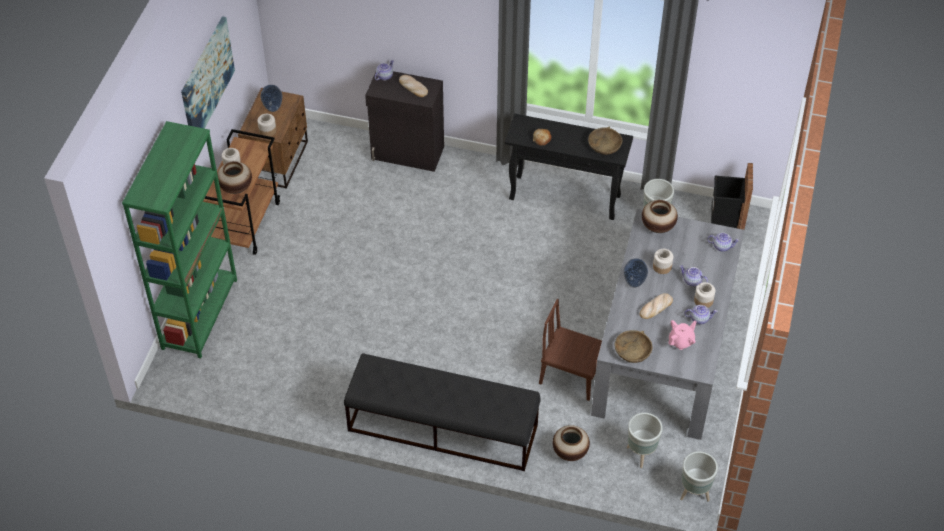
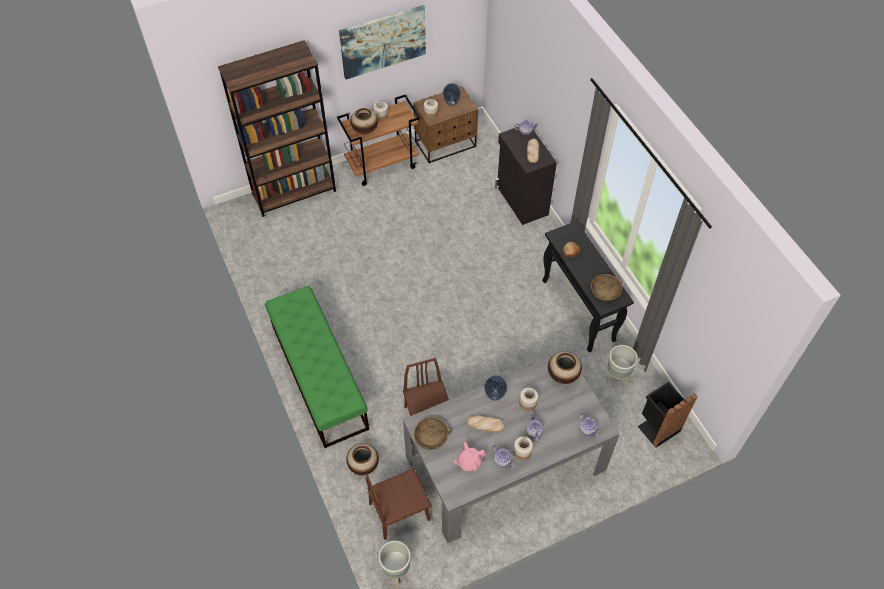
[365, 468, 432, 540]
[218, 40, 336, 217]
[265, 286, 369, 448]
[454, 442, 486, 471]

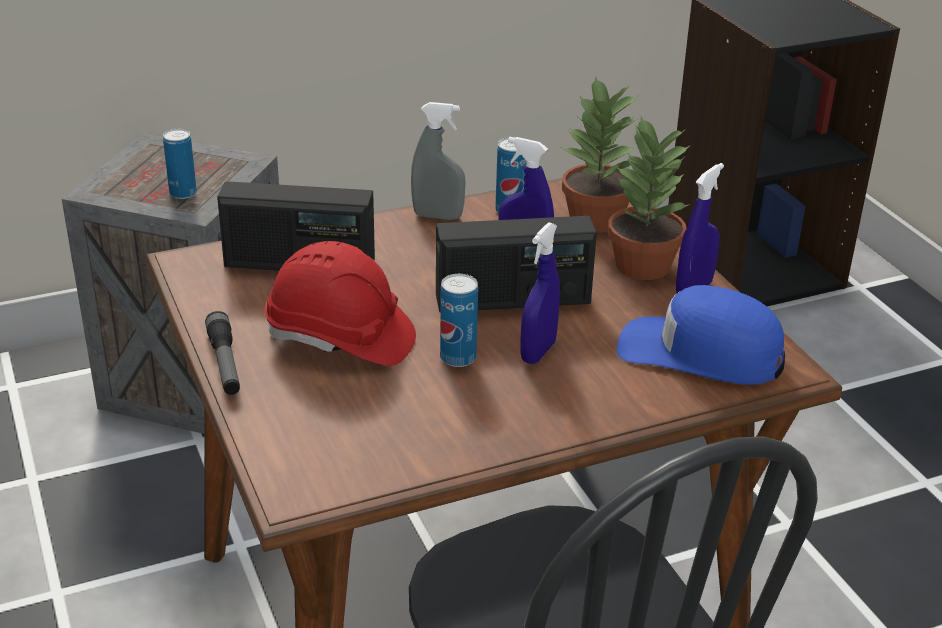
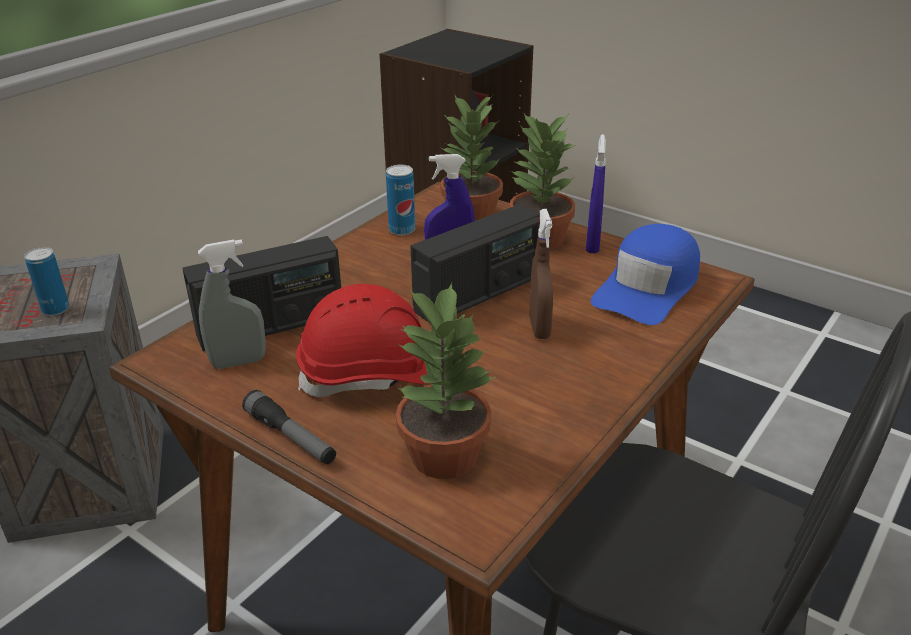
[440, 274, 478, 367] (first image)
[396, 283, 496, 479]
[198, 239, 266, 369]
[529, 209, 553, 339]
[591, 224, 700, 325]

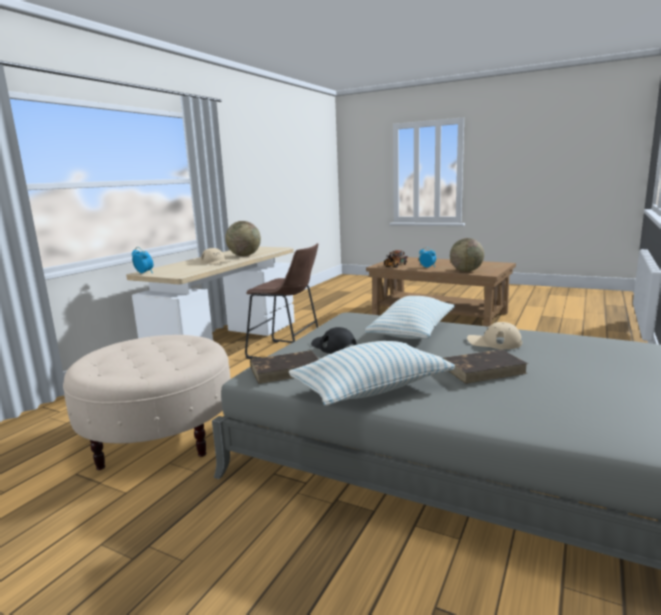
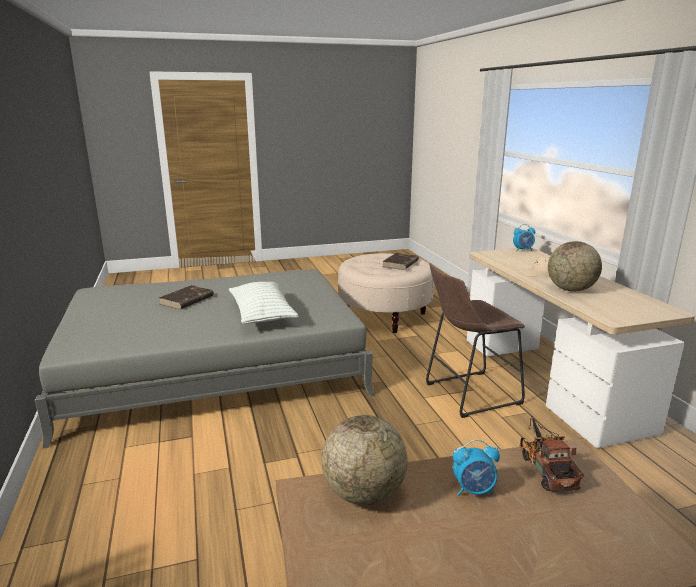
[289, 341, 455, 406] (first image)
[311, 327, 356, 354] (first image)
[467, 322, 522, 349] (first image)
[382, 253, 419, 270]

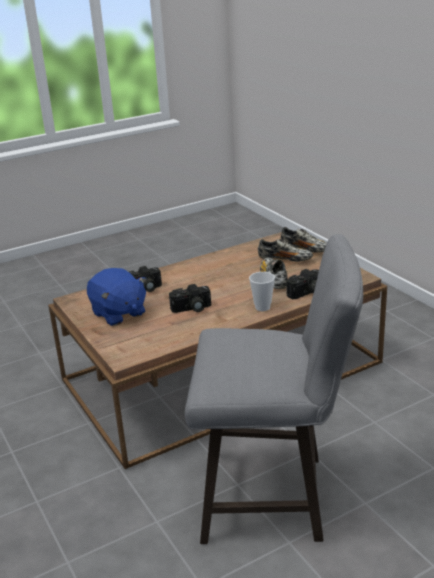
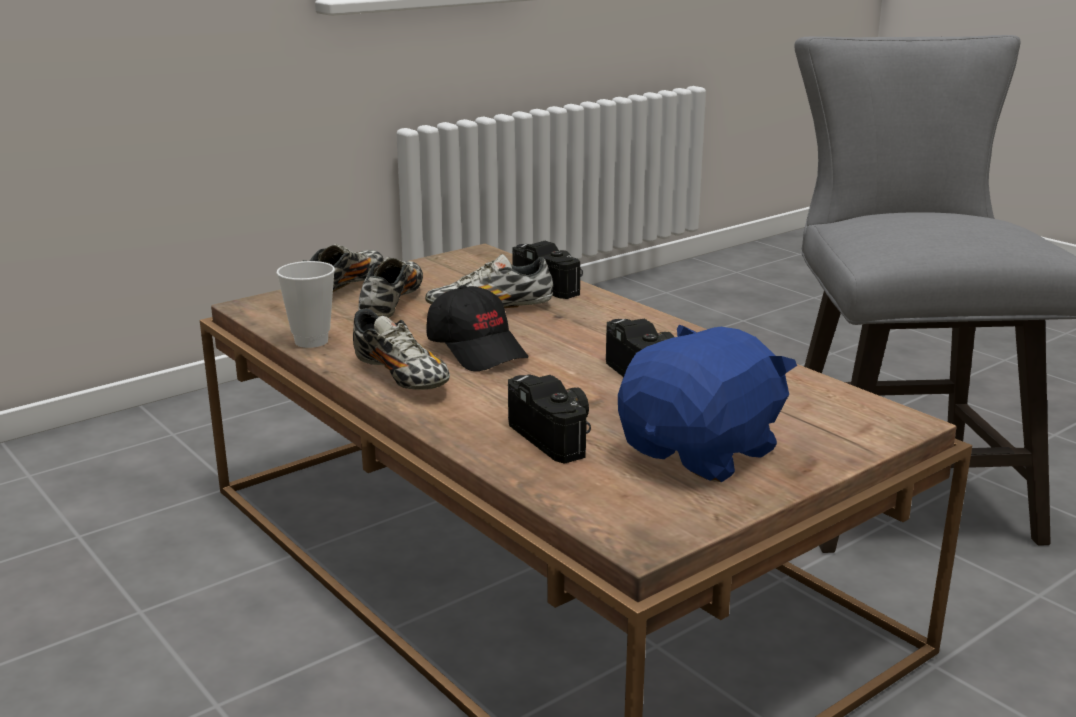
[353, 308, 450, 390]
[427, 285, 529, 371]
[277, 261, 335, 348]

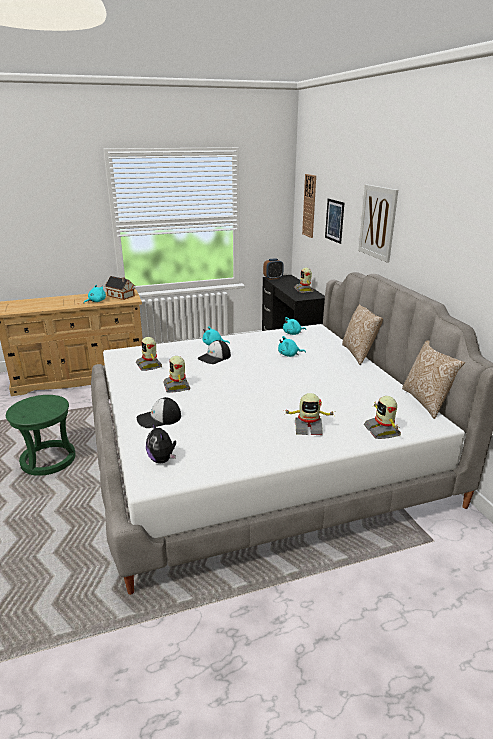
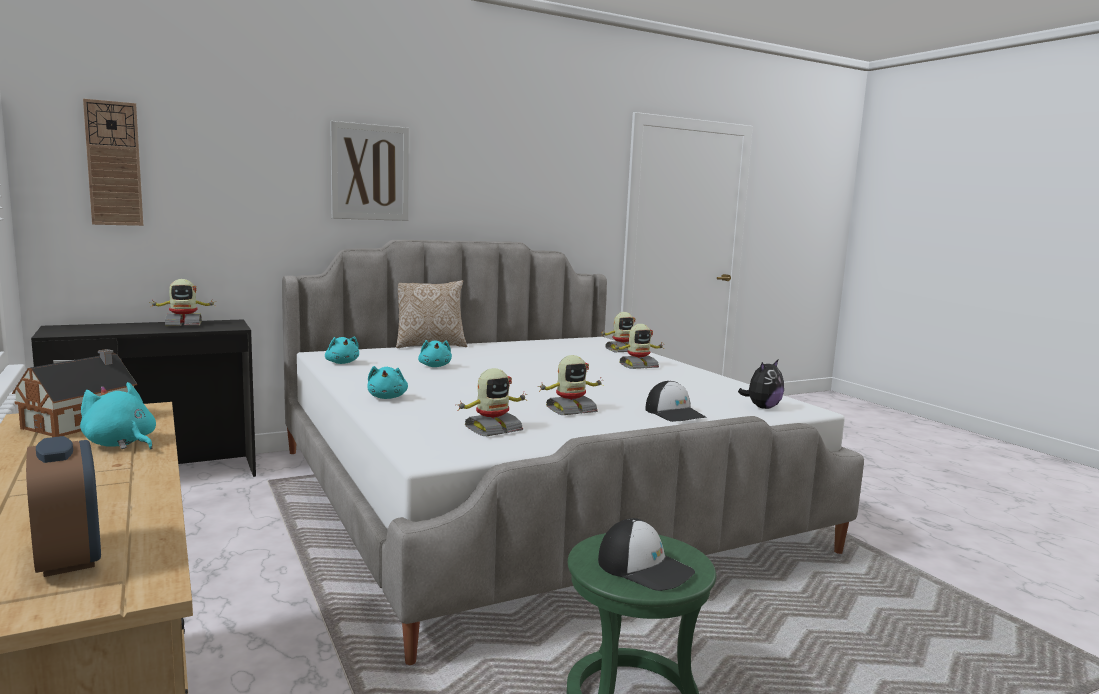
[325, 199, 344, 244] (first image)
[402, 341, 465, 419] (first image)
[598, 518, 695, 591]
[26, 436, 101, 577]
[613, 324, 665, 369]

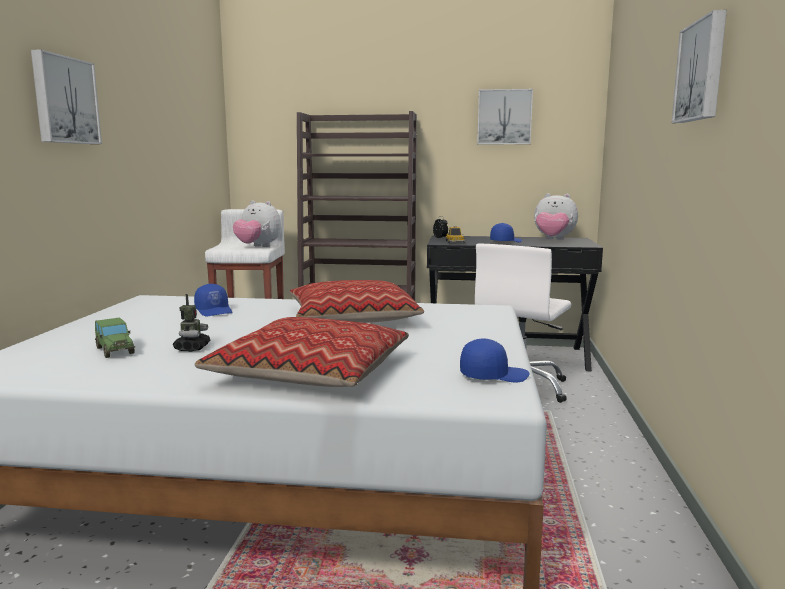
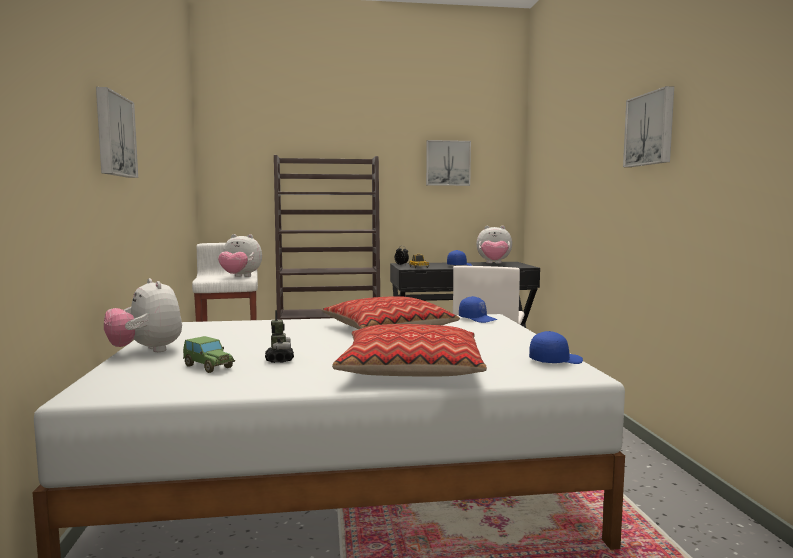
[104, 278, 182, 352]
[459, 296, 497, 323]

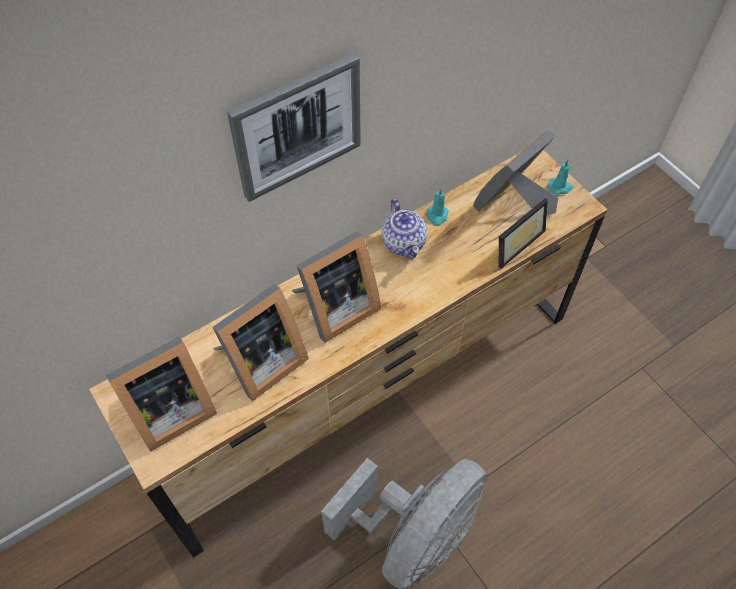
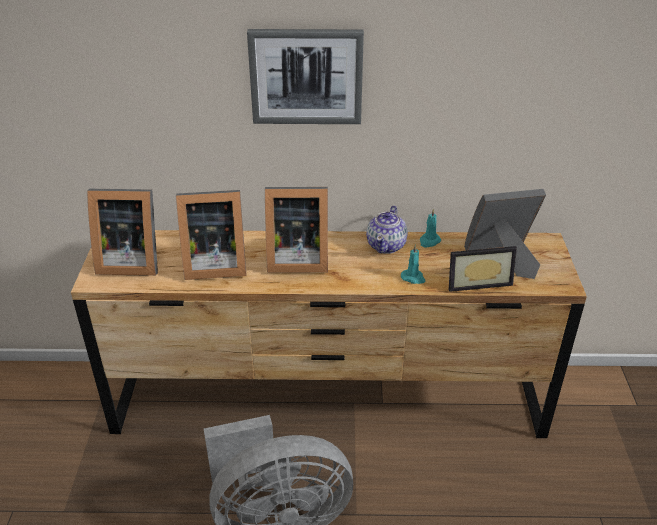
[401, 244, 425, 284]

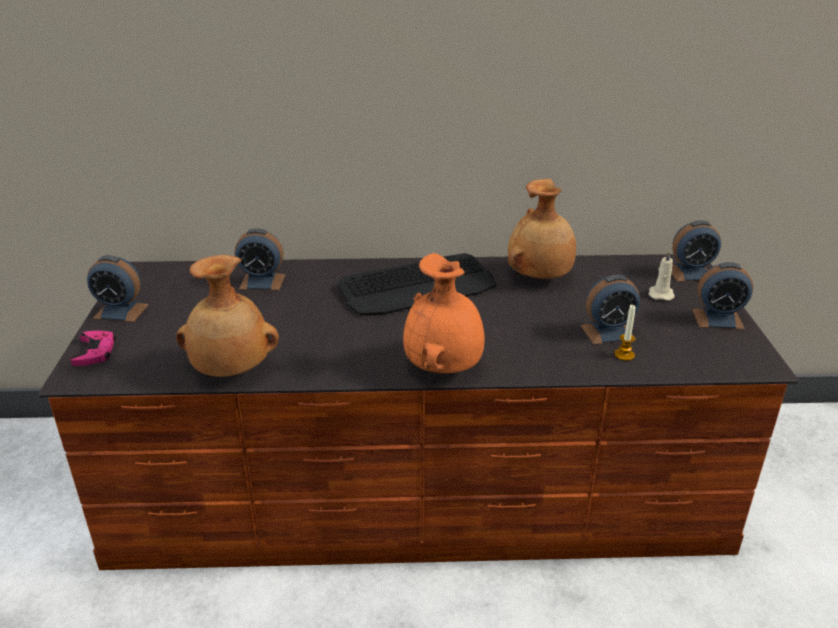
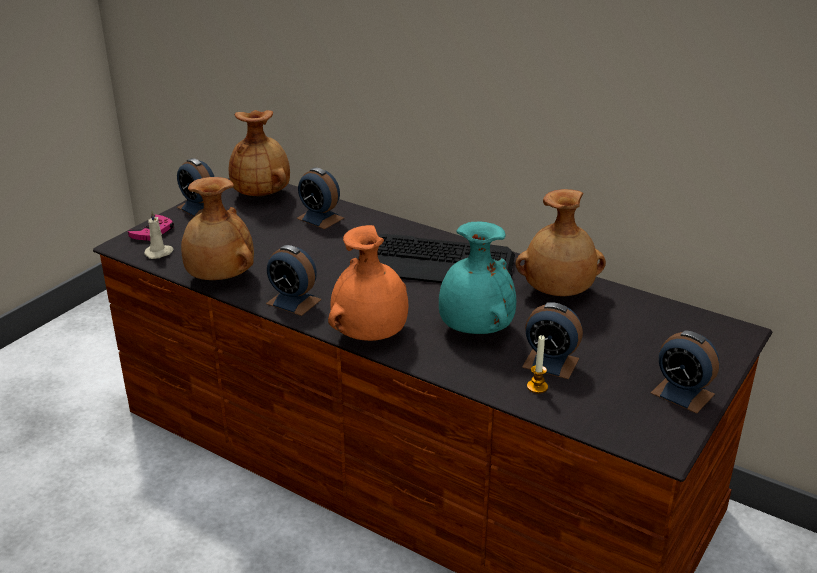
[229, 110, 290, 196]
[439, 221, 516, 334]
[144, 211, 174, 259]
[266, 245, 322, 316]

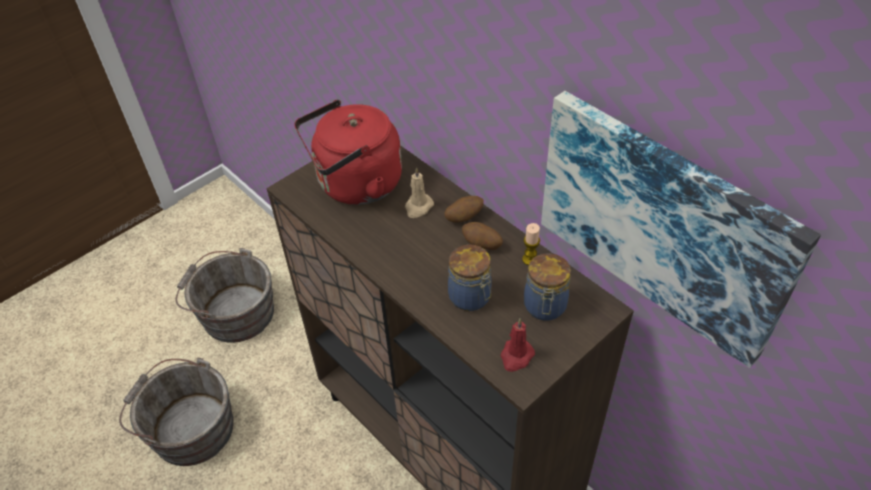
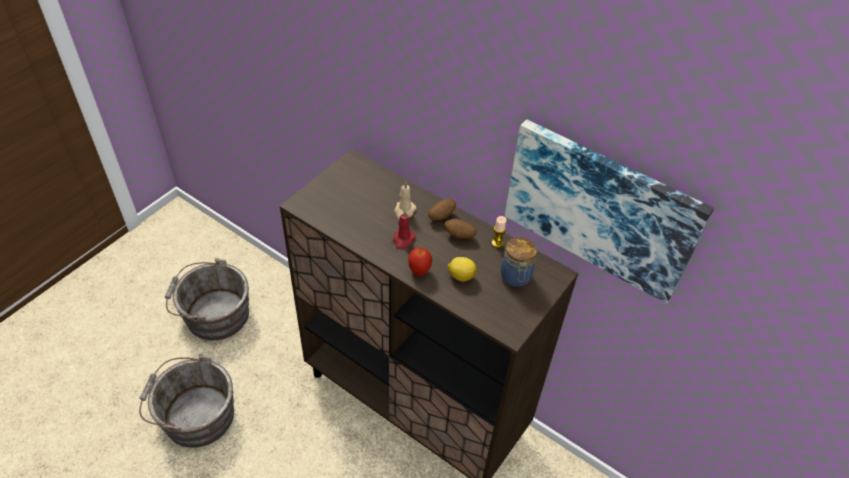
[294, 100, 402, 205] (first image)
[408, 247, 432, 276]
[393, 210, 416, 249]
[448, 257, 477, 282]

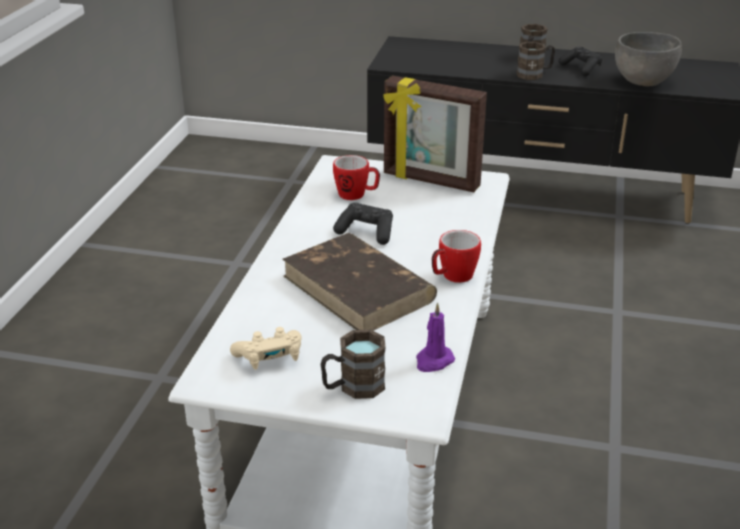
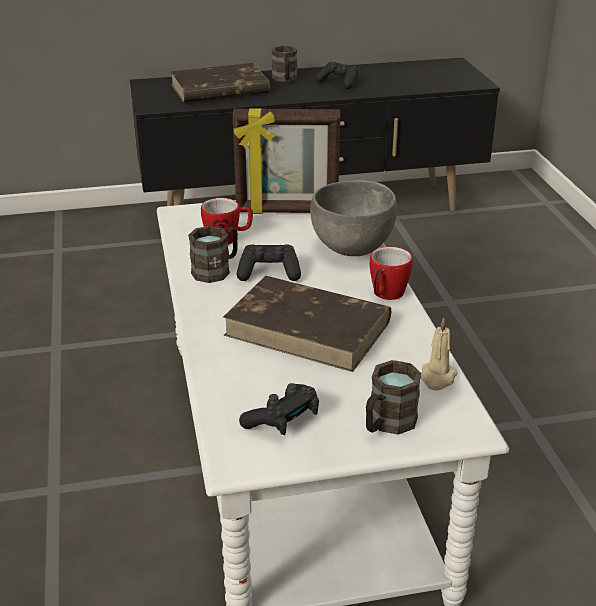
[170, 63, 270, 102]
[188, 226, 238, 283]
[310, 180, 397, 256]
[239, 383, 319, 435]
[421, 317, 458, 391]

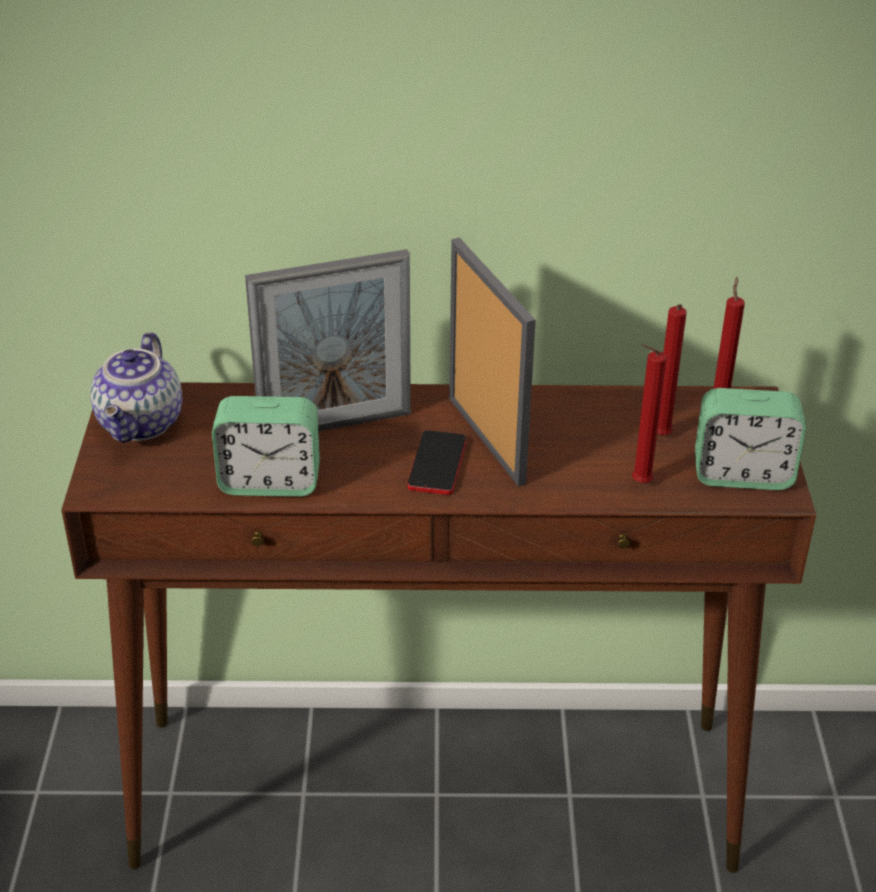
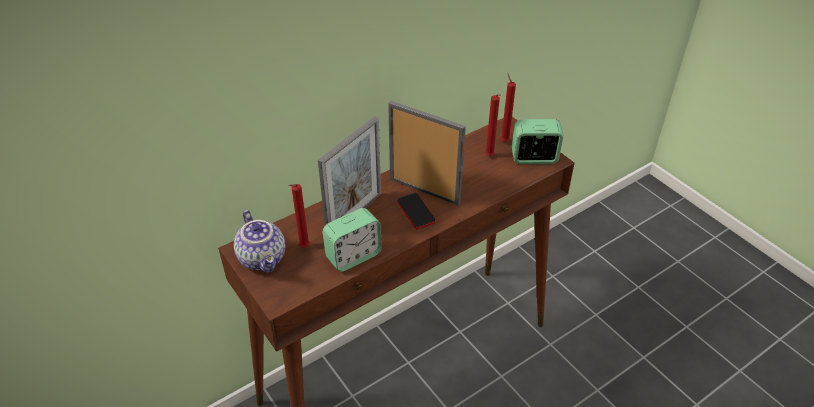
[289, 184, 310, 248]
[512, 119, 563, 164]

